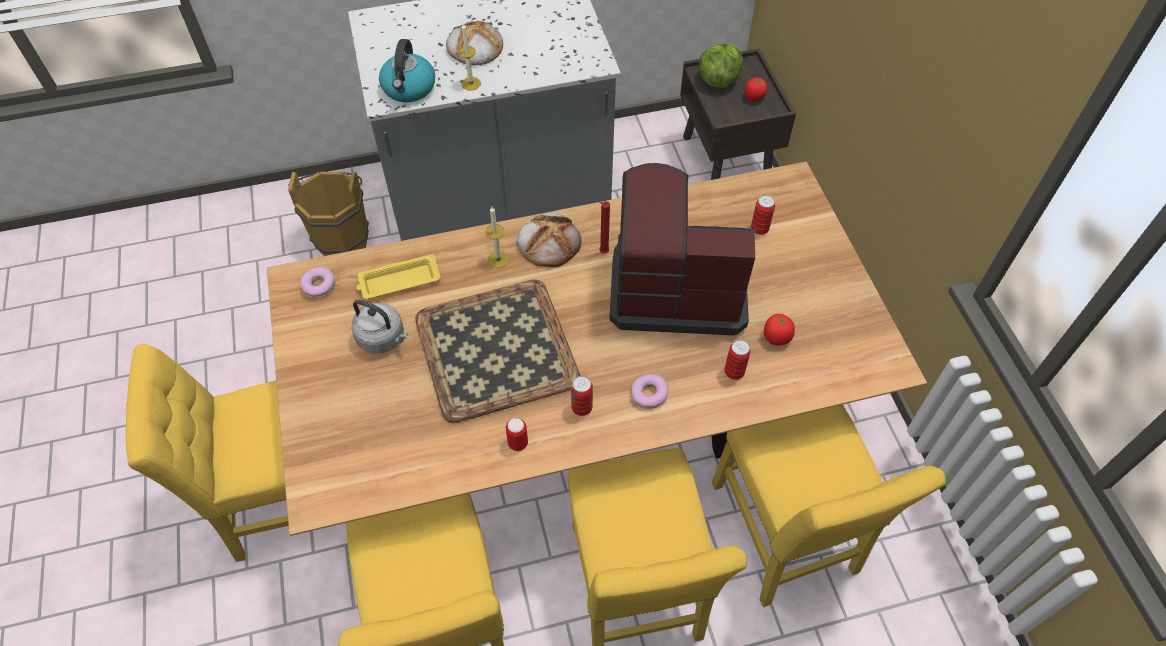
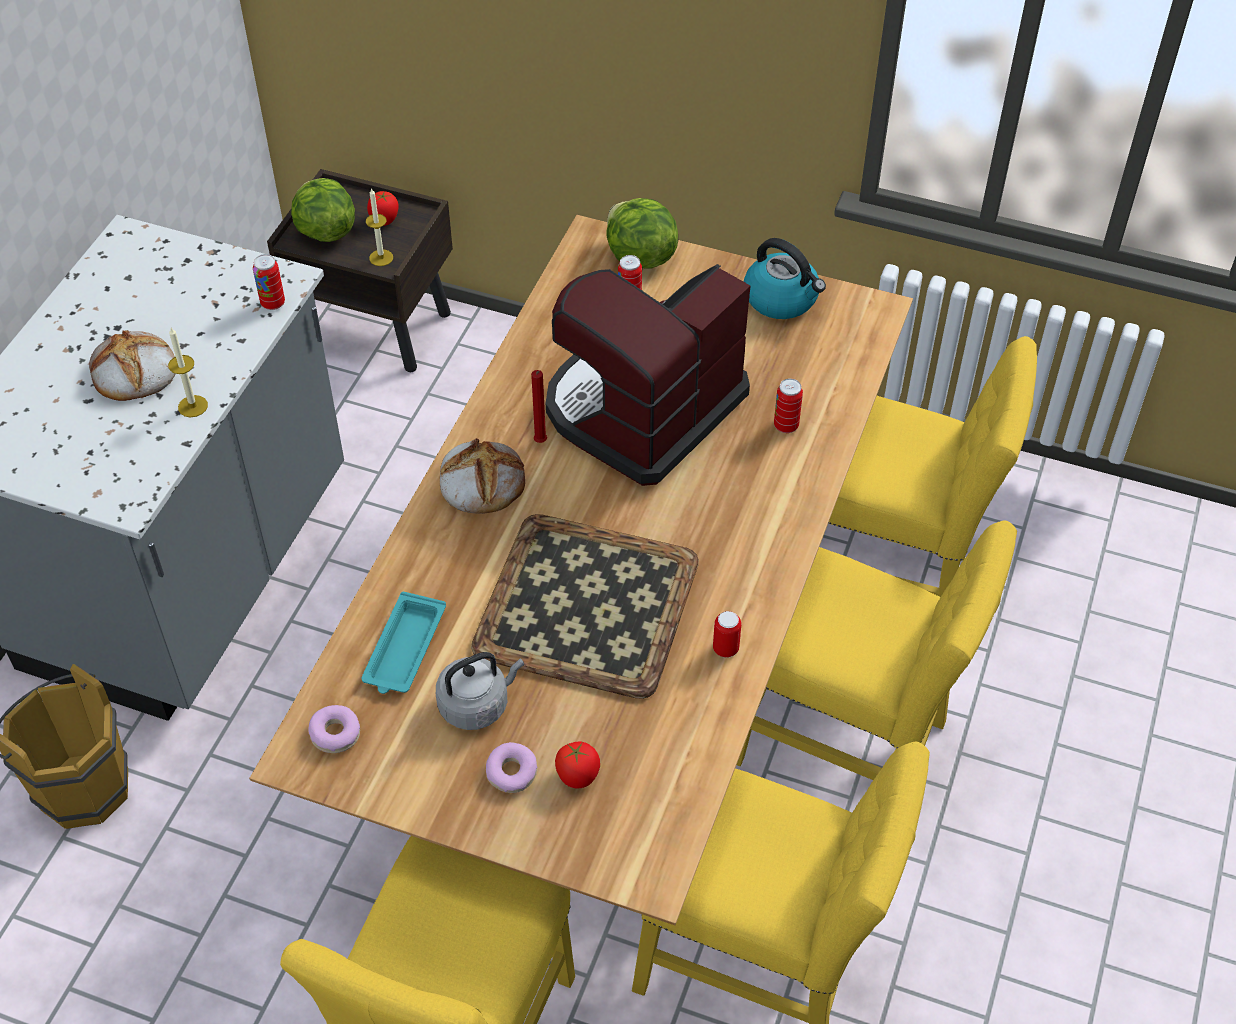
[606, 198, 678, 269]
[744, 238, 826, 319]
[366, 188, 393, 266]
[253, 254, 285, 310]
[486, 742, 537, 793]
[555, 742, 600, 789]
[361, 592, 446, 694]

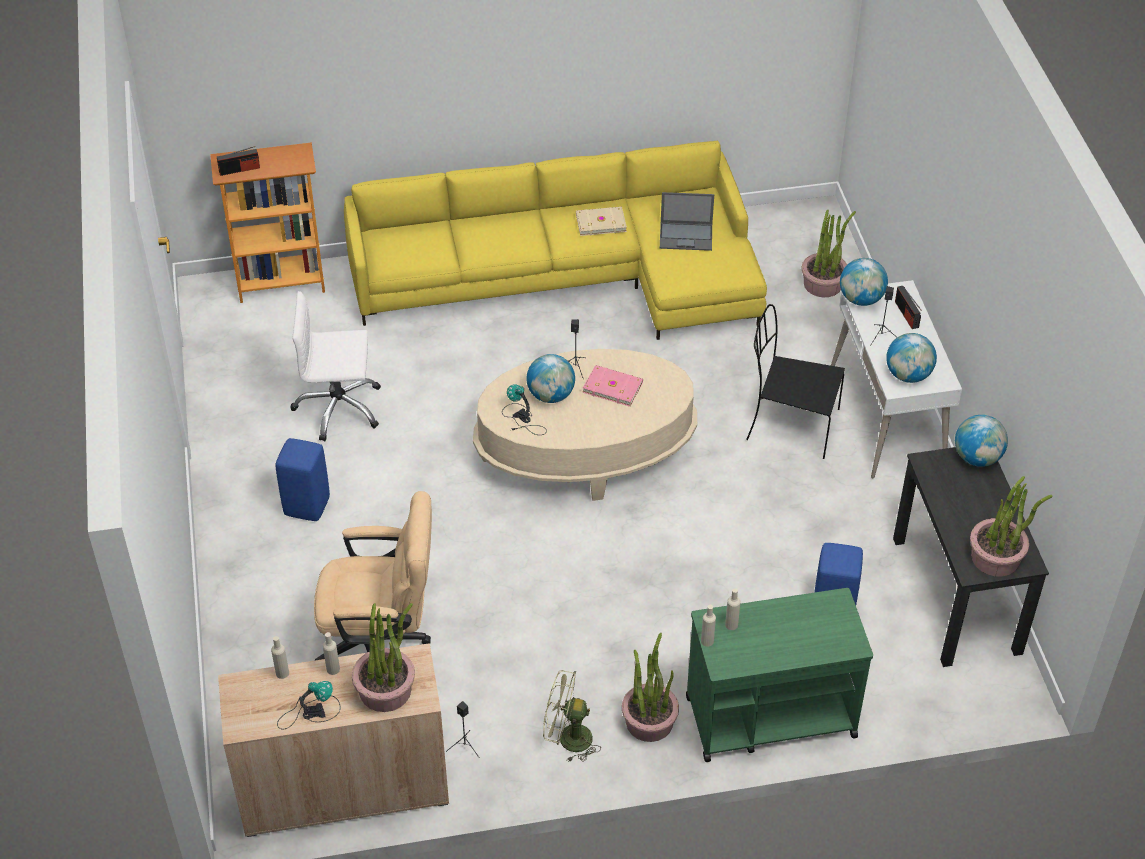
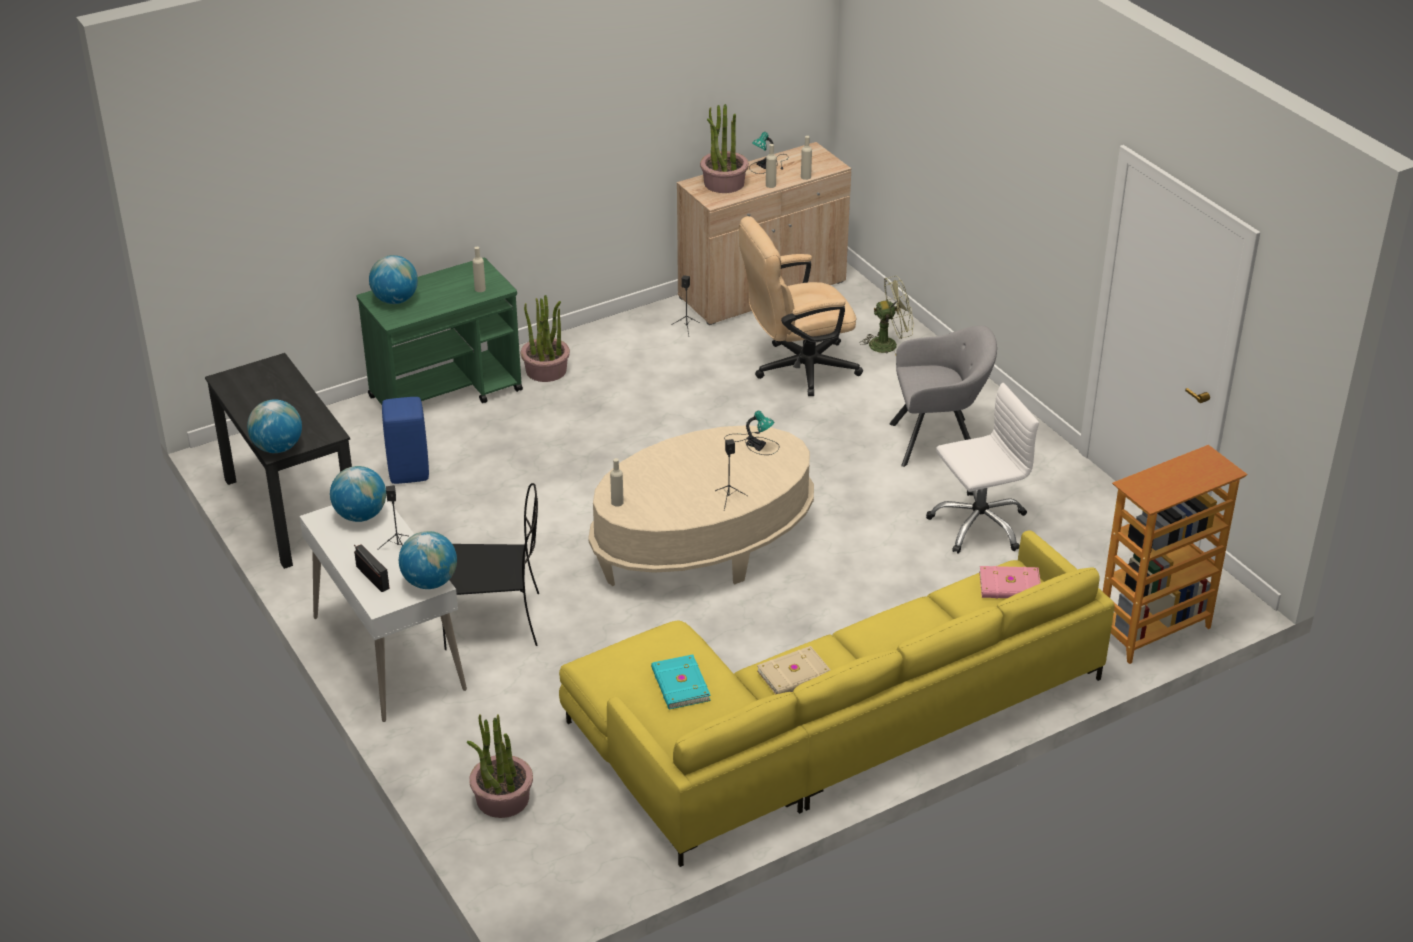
[217, 146, 260, 176] (first image)
[970, 476, 1053, 577] (first image)
[369, 255, 418, 304]
[860, 276, 914, 356]
[979, 566, 1041, 599]
[610, 458, 624, 507]
[889, 325, 997, 467]
[651, 654, 711, 709]

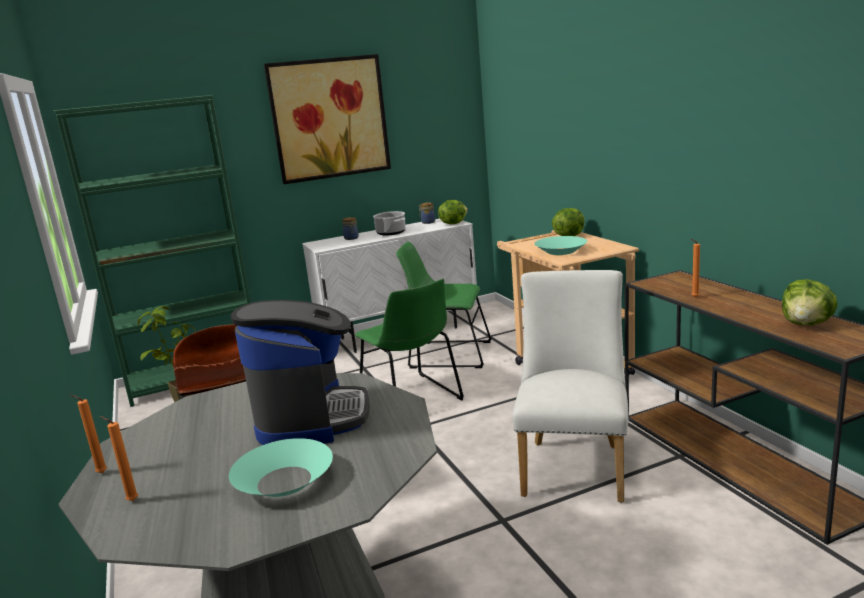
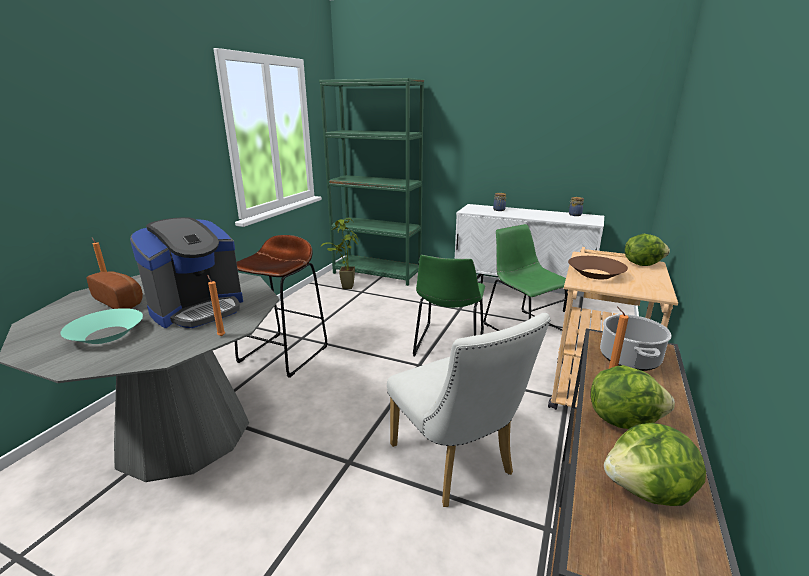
[264, 54, 391, 184] (first image)
[87, 271, 143, 309]
[207, 274, 225, 336]
[600, 314, 672, 371]
[590, 365, 675, 429]
[568, 256, 628, 280]
[387, 313, 551, 507]

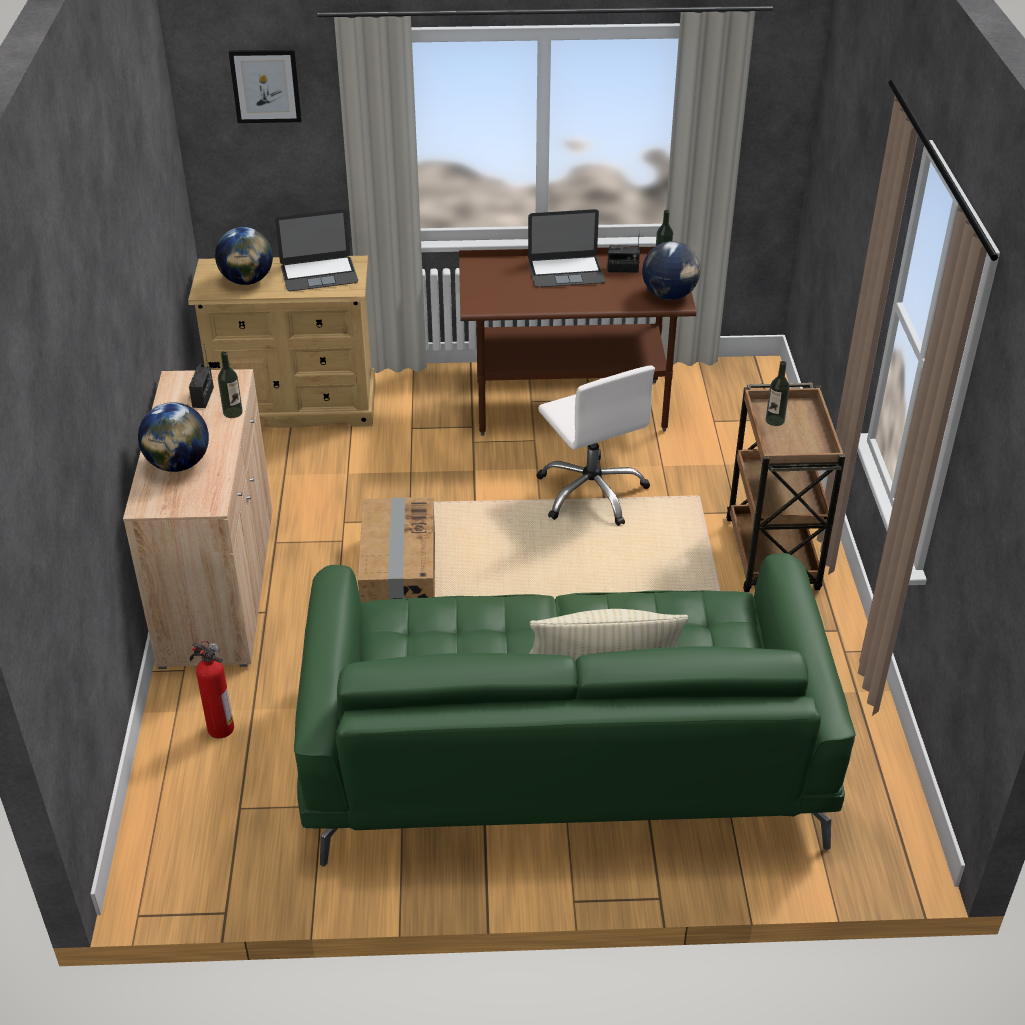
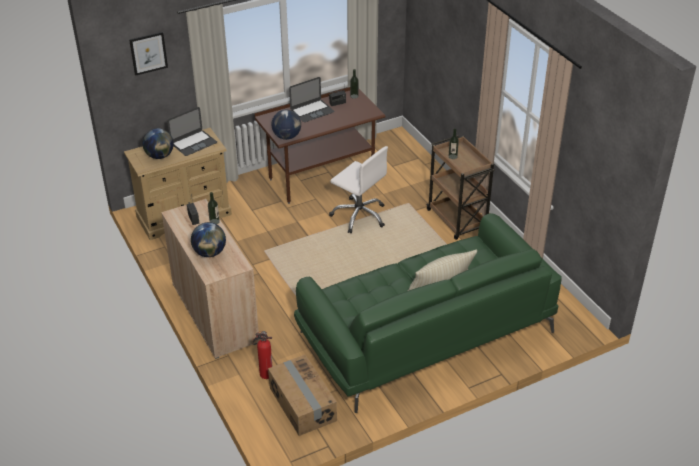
[268, 355, 337, 436]
[272, 110, 301, 140]

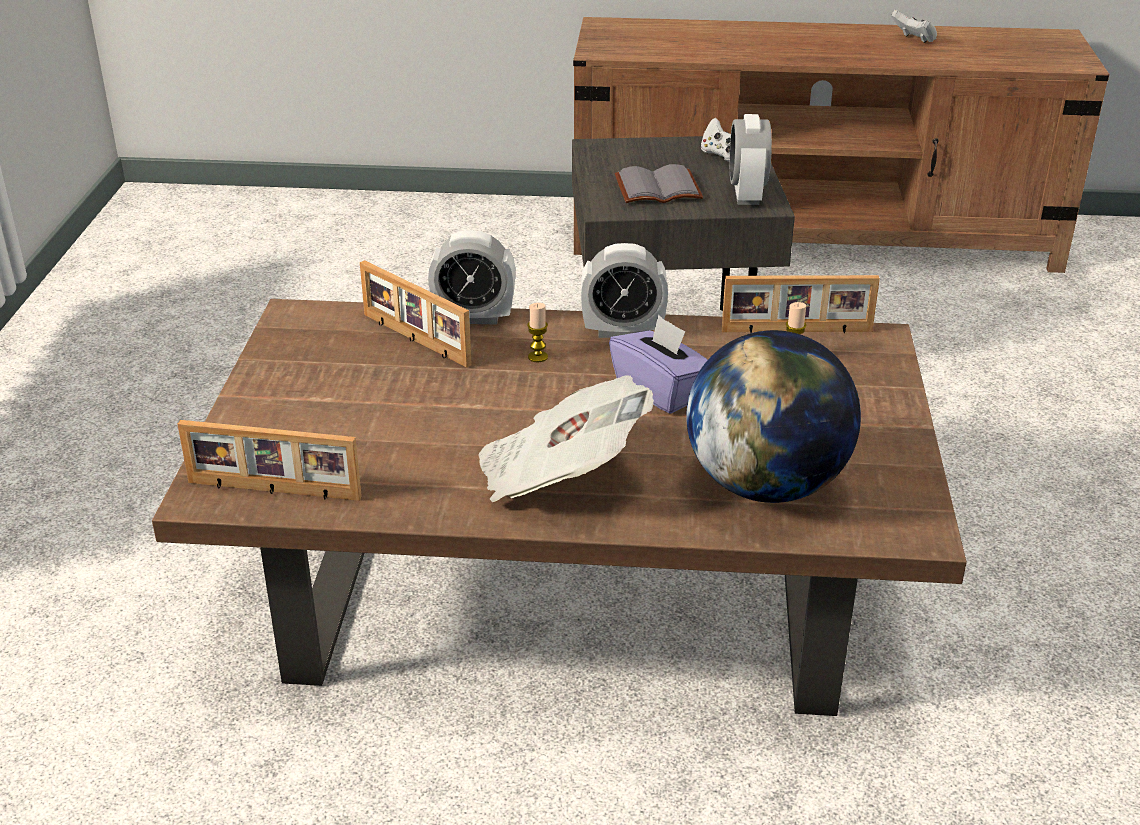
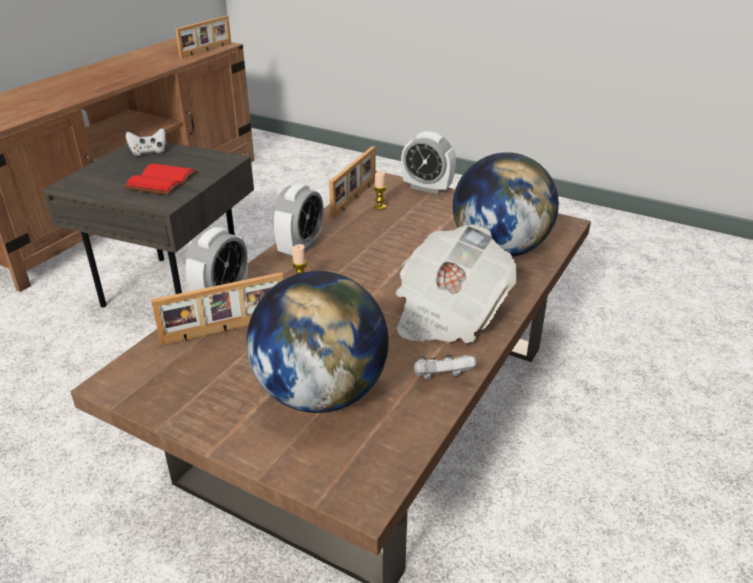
[609, 315, 708, 414] (first image)
[246, 271, 389, 413]
[175, 15, 231, 58]
[401, 131, 456, 194]
[414, 355, 476, 380]
[124, 163, 197, 195]

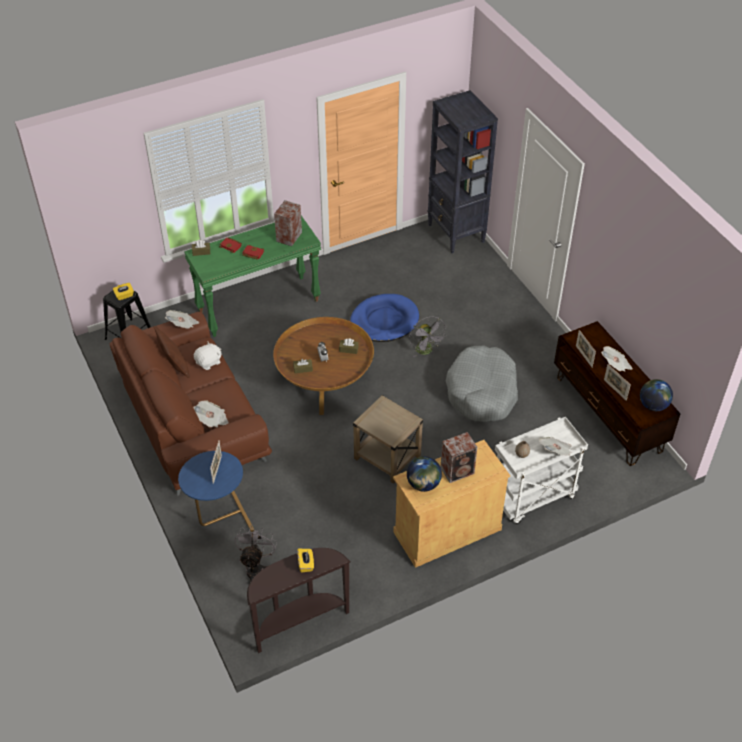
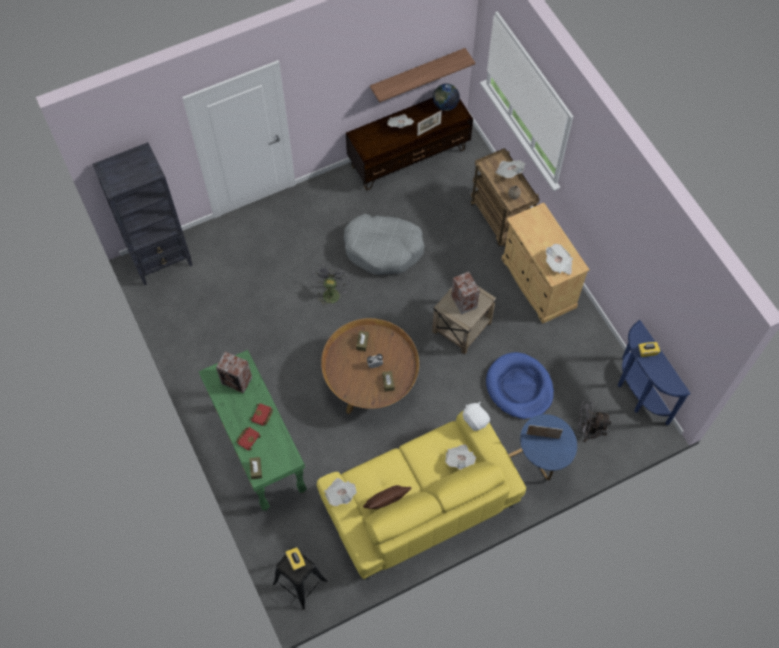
[576, 330, 596, 367] (first image)
[370, 48, 475, 102]
[462, 402, 490, 431]
[486, 352, 554, 419]
[451, 272, 480, 315]
[546, 244, 573, 275]
[317, 410, 526, 580]
[618, 320, 691, 425]
[470, 148, 540, 246]
[312, 266, 350, 307]

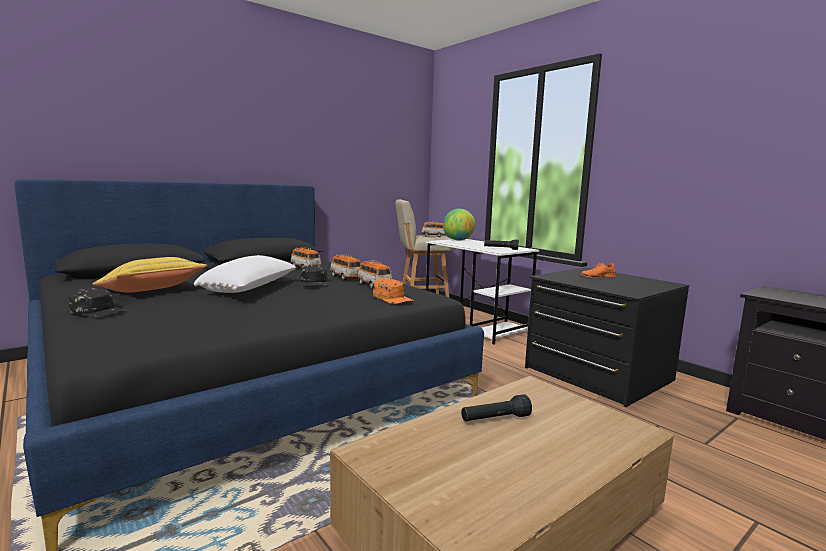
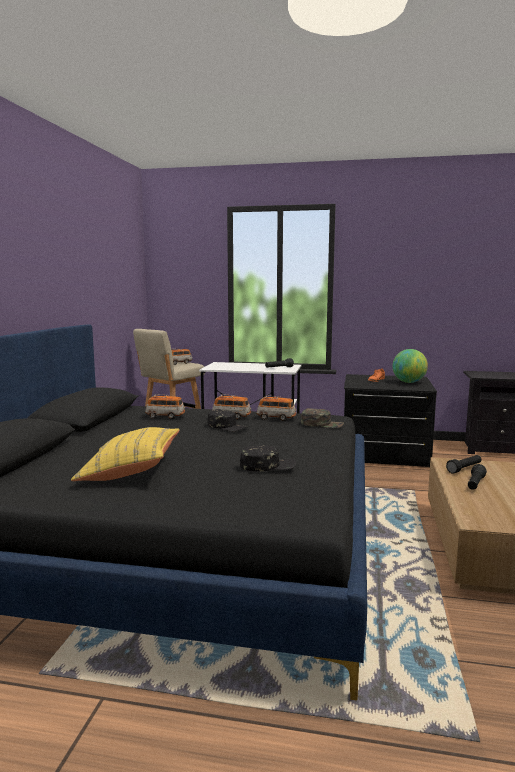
[194, 255, 296, 293] (first image)
[446, 455, 482, 474]
[240, 445, 296, 472]
[392, 349, 428, 383]
[301, 408, 344, 428]

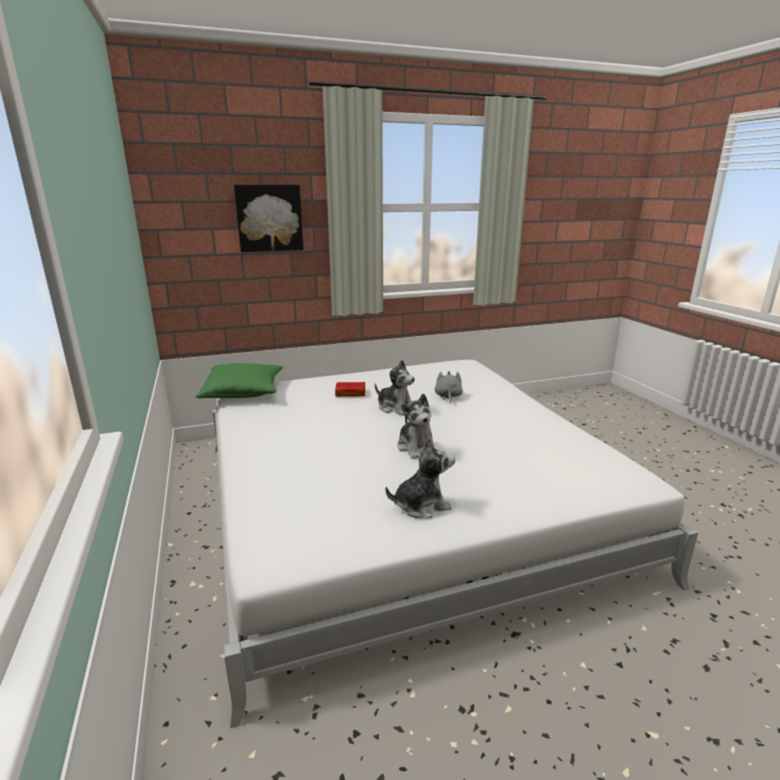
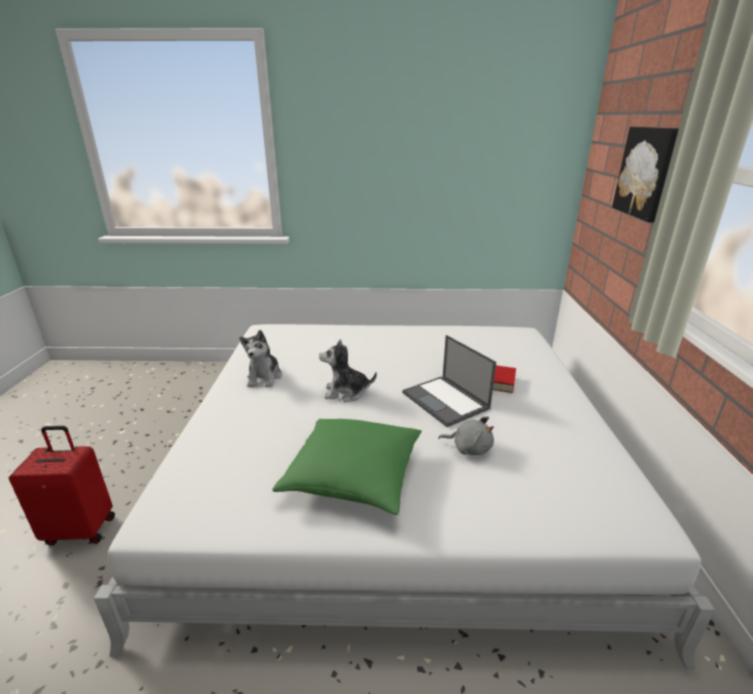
[9, 426, 115, 546]
[272, 419, 422, 515]
[402, 335, 496, 427]

